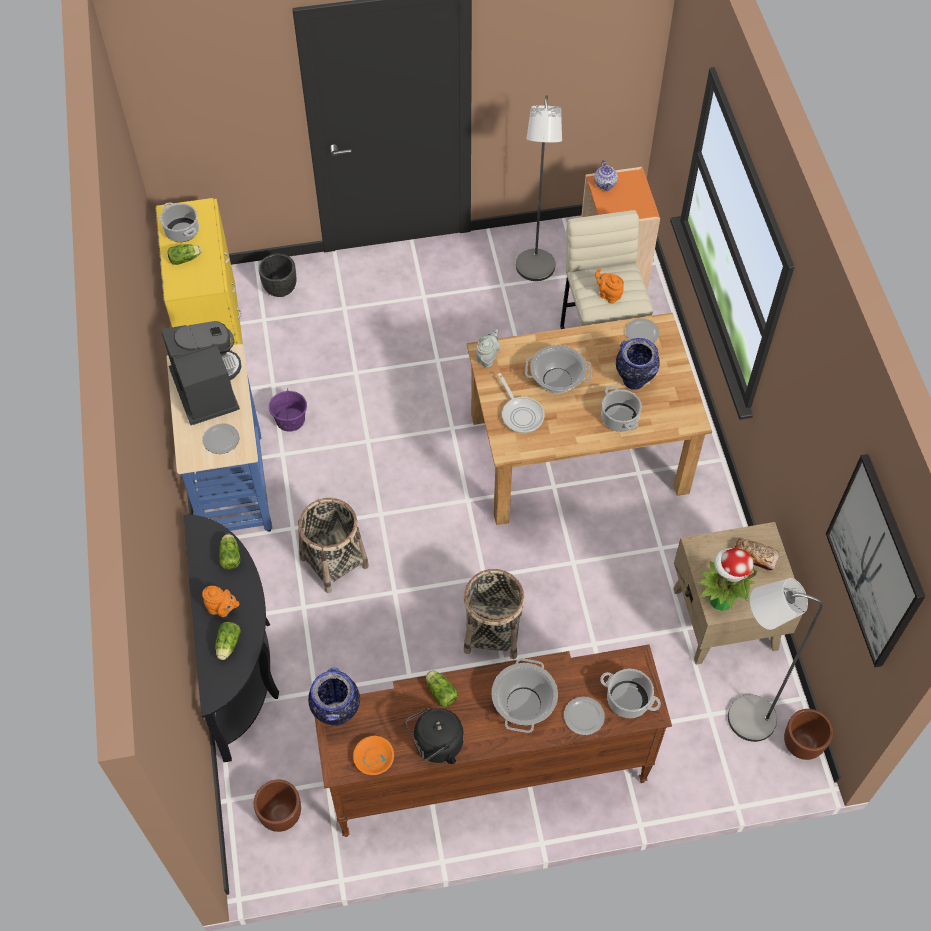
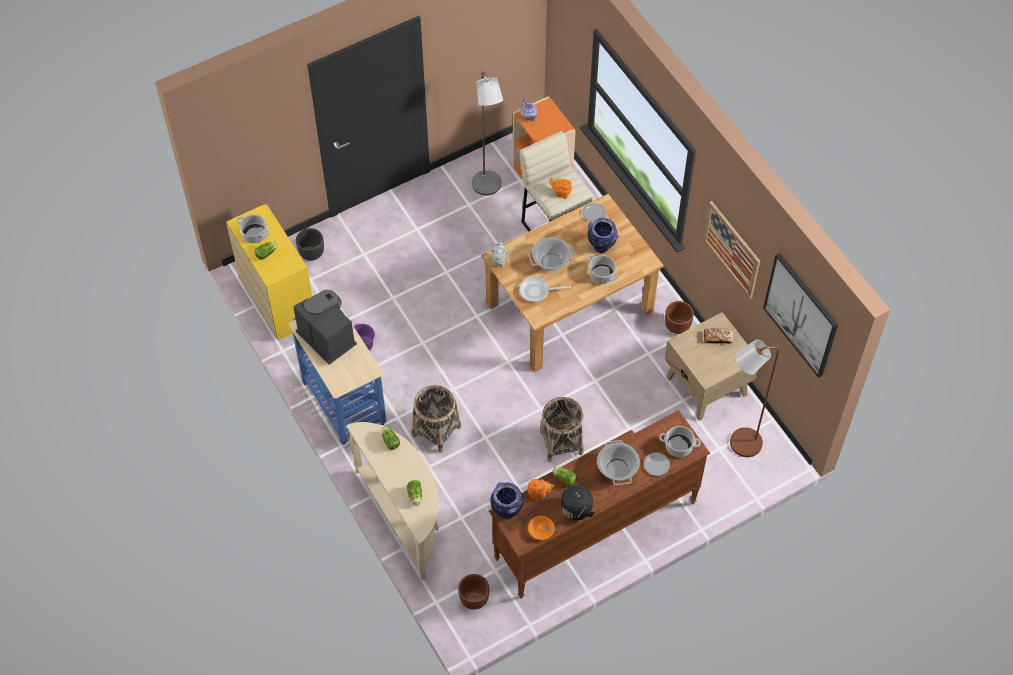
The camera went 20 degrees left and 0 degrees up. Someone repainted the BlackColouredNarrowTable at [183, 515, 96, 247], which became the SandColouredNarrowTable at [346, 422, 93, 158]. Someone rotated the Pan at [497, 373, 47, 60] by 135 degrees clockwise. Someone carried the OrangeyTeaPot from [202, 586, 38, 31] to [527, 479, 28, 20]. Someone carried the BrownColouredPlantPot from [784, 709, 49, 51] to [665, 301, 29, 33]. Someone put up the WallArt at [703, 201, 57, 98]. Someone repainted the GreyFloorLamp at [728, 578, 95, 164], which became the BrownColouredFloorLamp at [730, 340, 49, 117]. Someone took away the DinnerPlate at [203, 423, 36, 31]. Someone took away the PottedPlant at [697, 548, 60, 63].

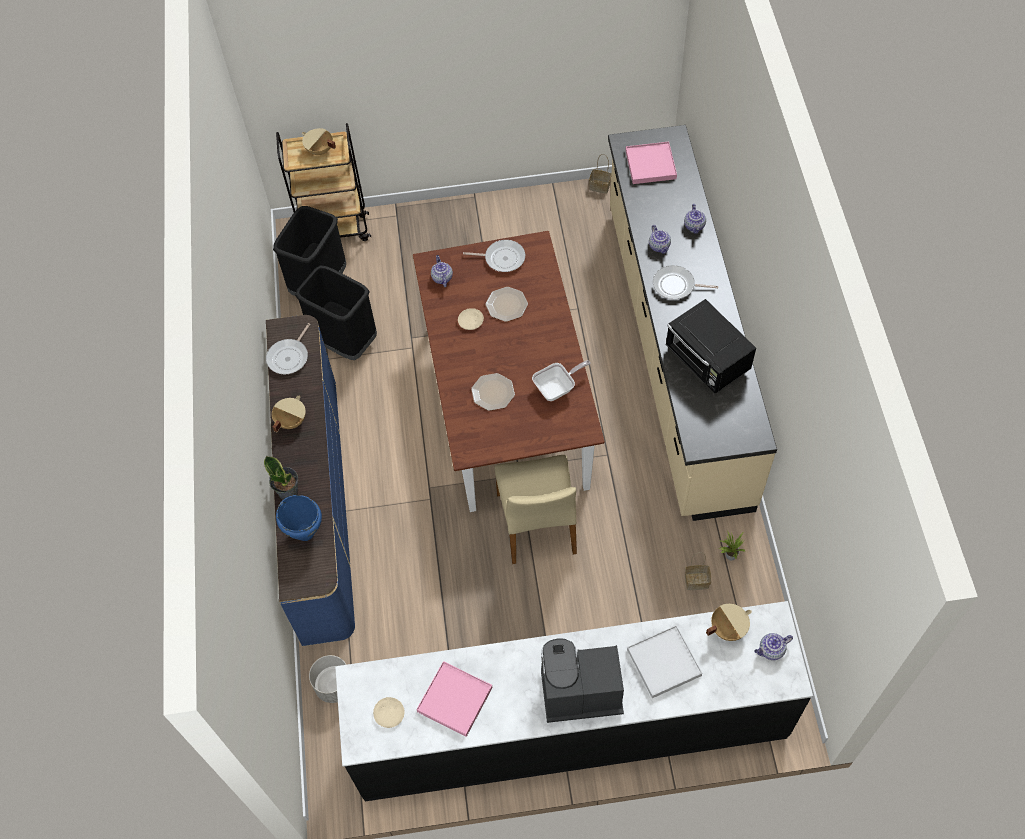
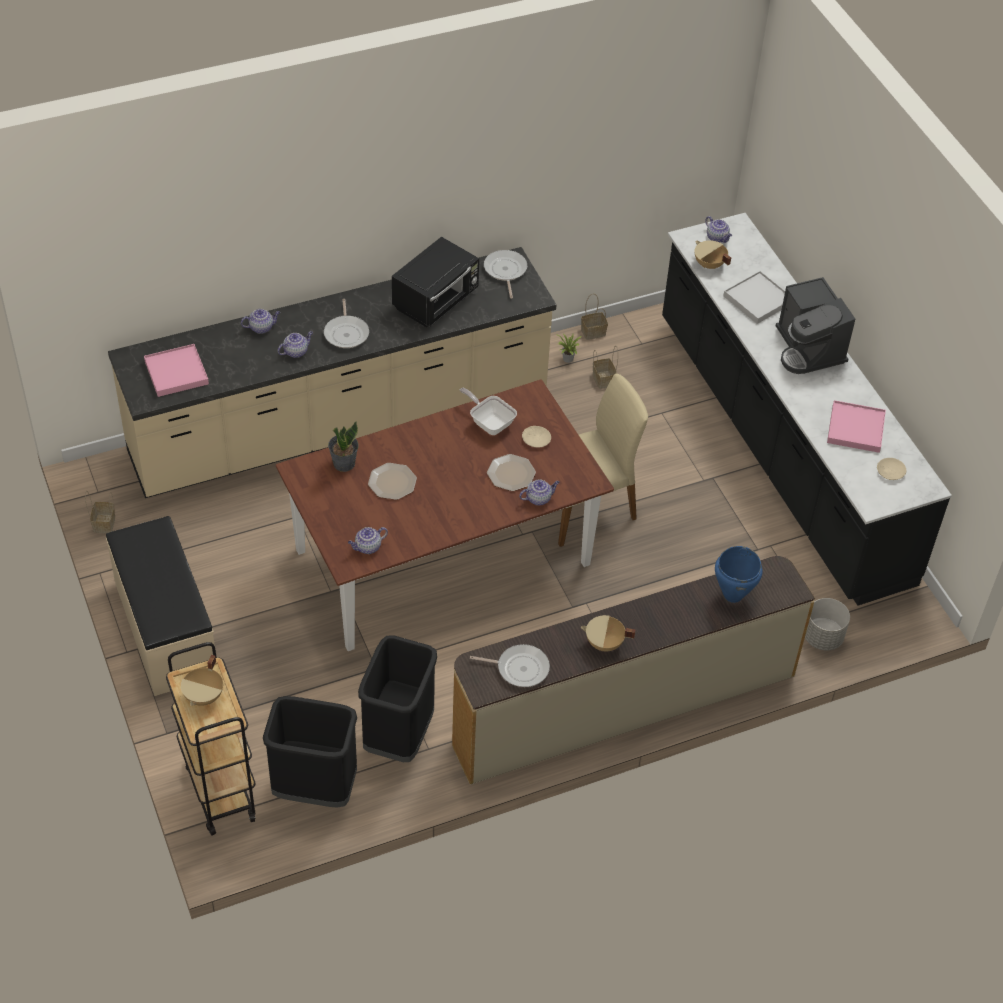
The camera went 110 degrees left and 10 degrees down. Someone put down the SandColouredBench at [106, 516, 109, 180]. Someone carried the PottedPlant from [264, 456, 34, 44] to [328, 421, 31, 51]. Someone repainted the BlueStorageCabinet at [266, 315, 89, 331], which became the BrownColouredStorageCabinet at [452, 556, 363, 229]. Someone carried the Pan from [463, 240, 62, 32] to [484, 250, 43, 49]. Someone put down the TeaPot at [519, 479, 41, 27]. Someone carried the SandColouredDinnerPlate from [458, 308, 26, 22] to [522, 426, 29, 22]. Someone put down the StorageBasket at [581, 294, 27, 46].

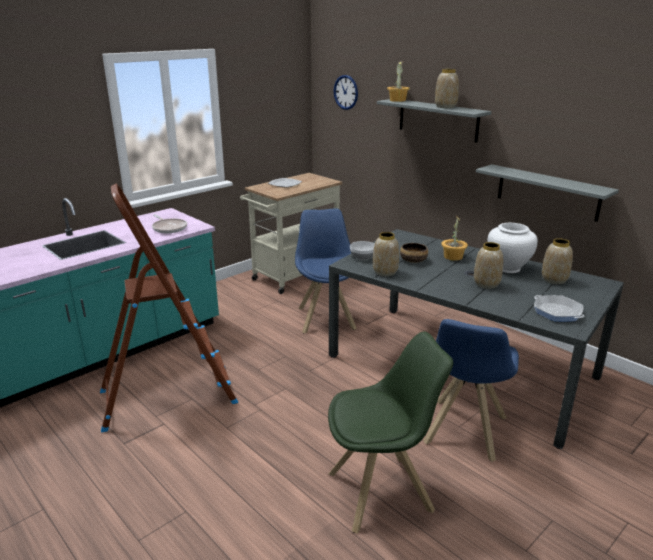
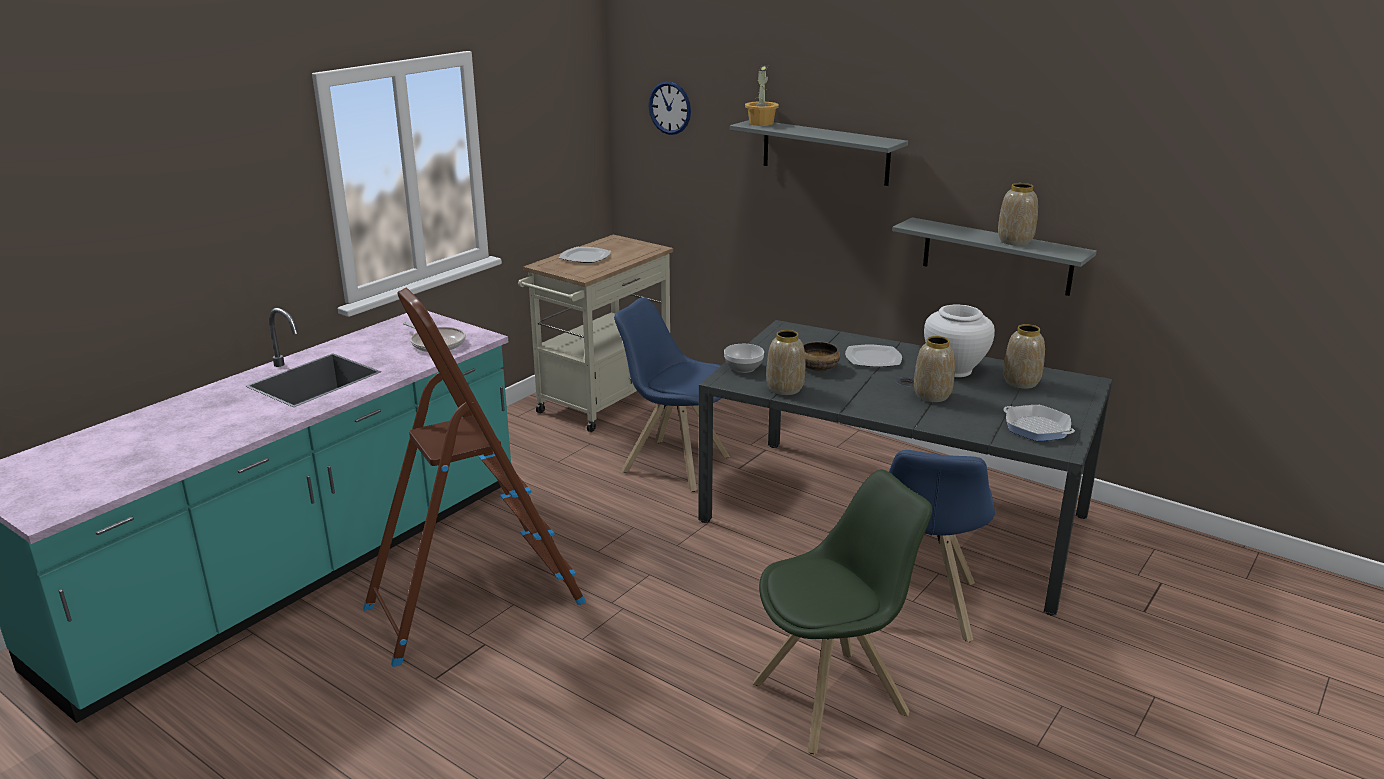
The camera went 10 degrees left and 0 degrees up. Someone rotated the BlueChair at [295, 208, 62, 126] by 45 degrees counterclockwise. Someone swapped the PottedPlant at [441, 216, 27, 45] for the DinnerPlate at [845, 344, 57, 23]. Someone carried the Vase from [435, 69, 24, 39] to [998, 183, 40, 63].

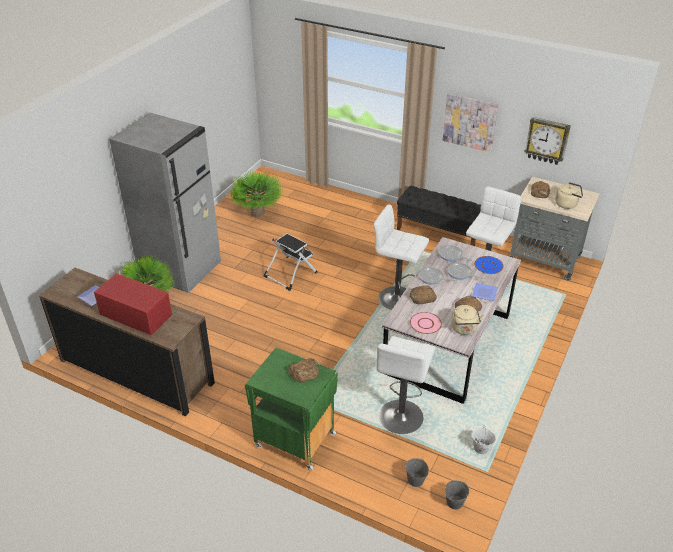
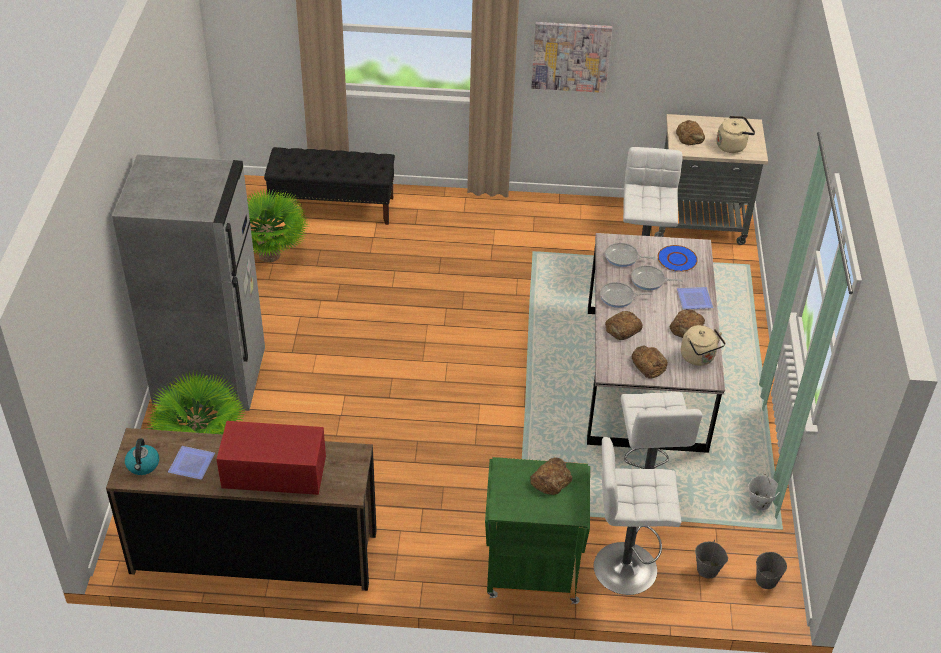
The camera went 25 degrees left and 5 degrees up. Someone put down the Kettle at [125, 439, 34, 36]. Someone carried the BlackColouredBench from [397, 186, 84, 60] to [264, 147, 131, 78]. Someone carried the WhiteColouredSittingStool from [374, 204, 55, 106] to [594, 437, 87, 158]. Someone swapped the PinkishDinnerPlate at [410, 312, 32, 22] for the BakedBread at [632, 345, 36, 34]. Someone took away the StepStool at [263, 234, 55, 57]. Someone took away the ClockOnTheWall at [524, 117, 47, 48].

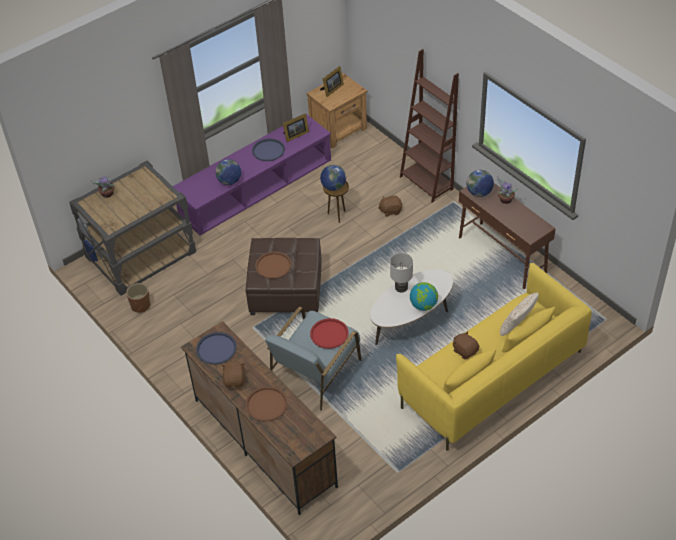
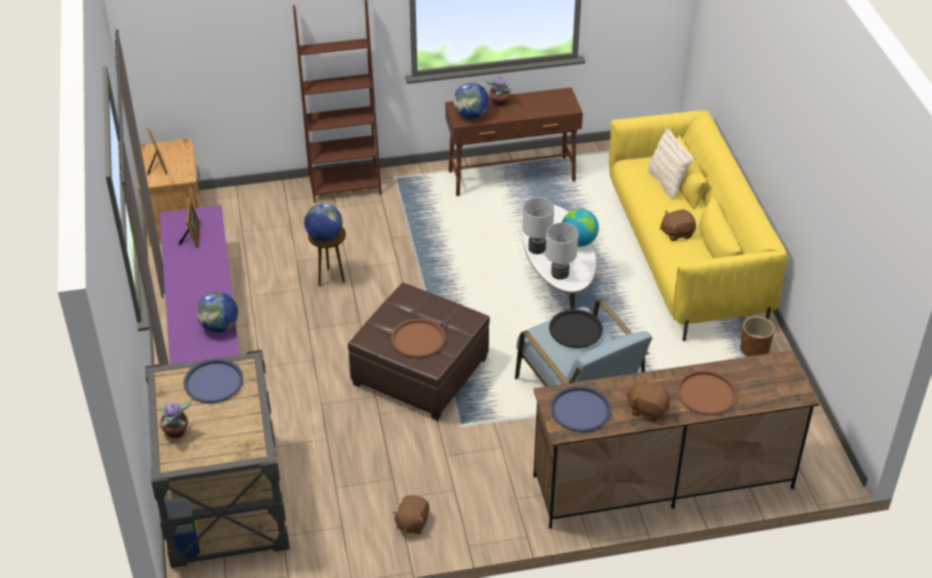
The camera went 65 degrees left and 5 degrees down. Someone carried the BlueCarryingTray from [252, 139, 33, 22] to [183, 359, 61, 44]. Someone carried the BrownColouredSoftToy from [378, 195, 24, 22] to [393, 495, 36, 39]. Someone put down the GreyLampForATable at [546, 222, 32, 58]. Someone repainted the RedCarryingTray at [310, 318, 39, 31], which became the BlackColouredCarryingTray at [549, 309, 54, 39]. Someone carried the BrownColouredPlantPot from [126, 283, 25, 30] to [740, 316, 35, 41].

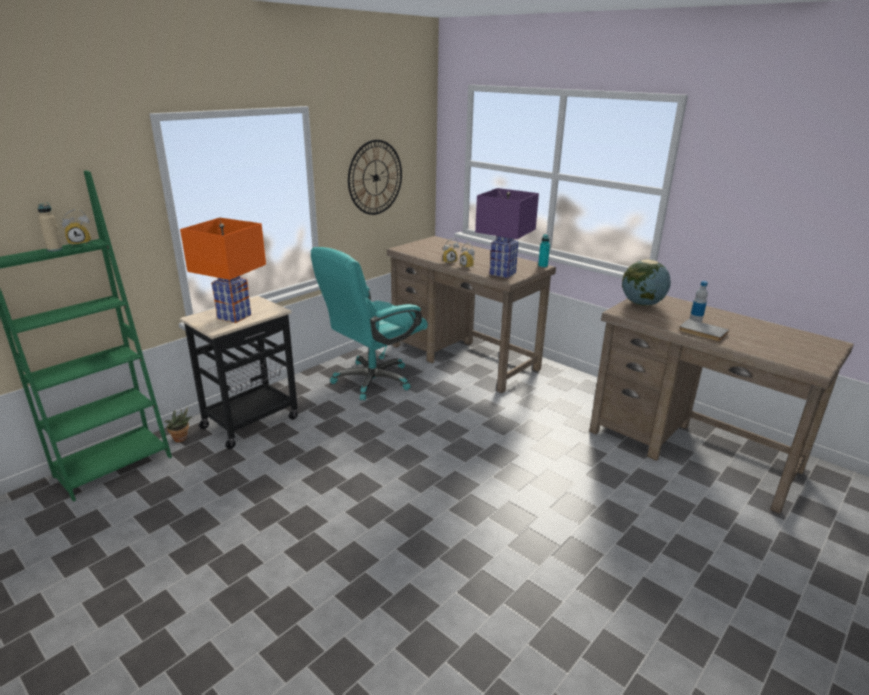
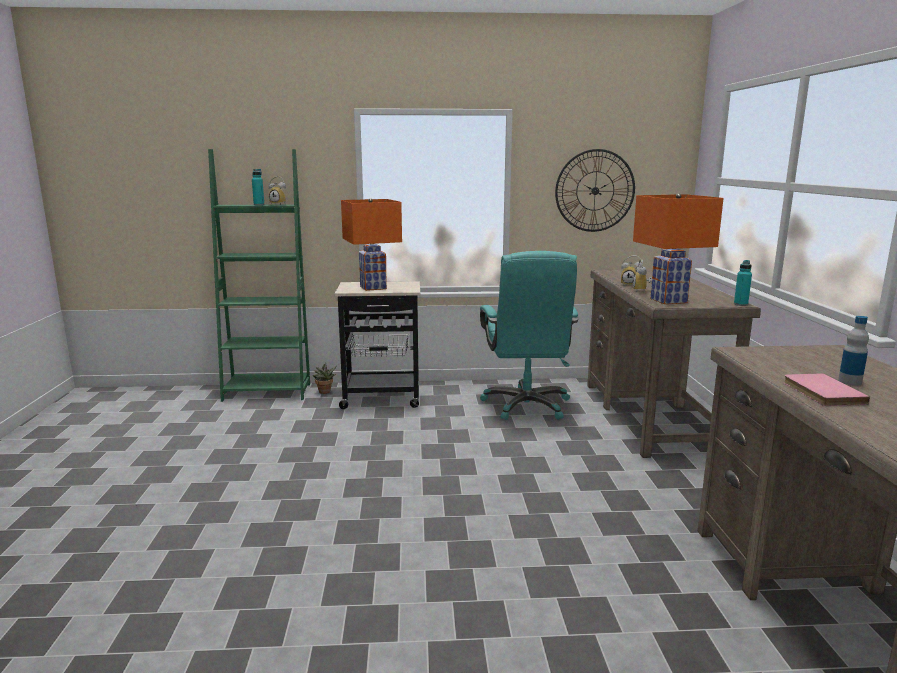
The camera went 45 degrees right and 10 degrees down. Someone repainted the SandColouredDrinkBottle at [38, 203, 25, 48], which became the TurquoiseDrinkBottle at [252, 169, 12, 36]. Someone rotated the TurquoiseDeskChair at [311, 247, 117, 154] by 90 degrees counterclockwise. Someone repainted the PurpleColouredLampForATable at [475, 188, 64, 90], which became the OrangeyLampForATable at [633, 194, 91, 110]. Someone repainted the GreyBoundBook at [679, 319, 50, 23], which became the PinkishBoundBook at [783, 373, 87, 33]. Someone took away the WorldGlobe at [622, 259, 49, 47].

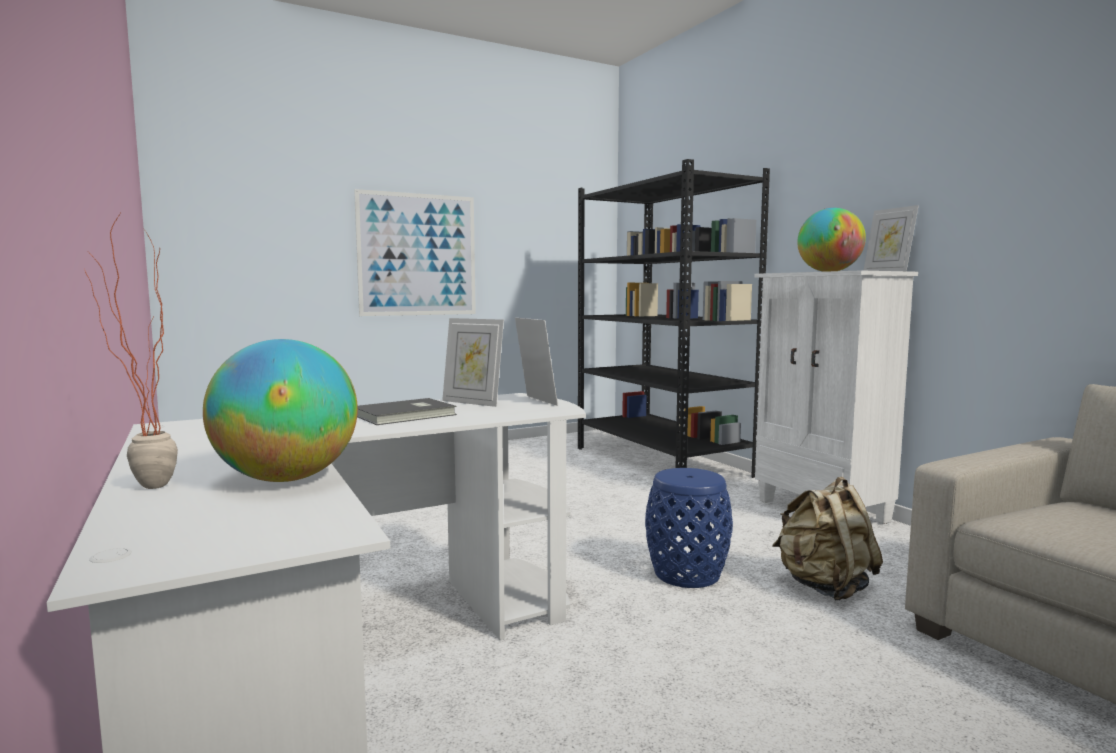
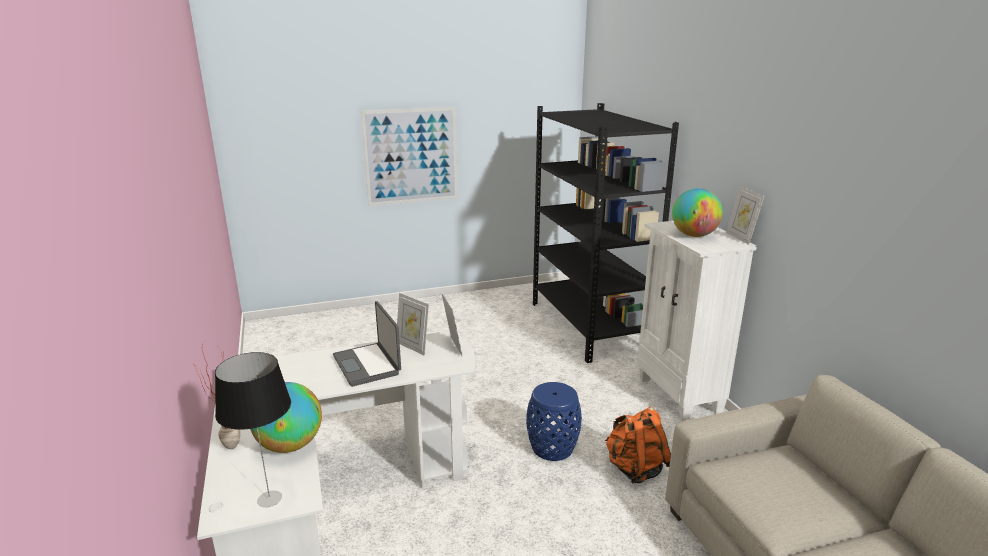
The camera went 10 degrees right and 15 degrees up. Someone put down the LampForATable at [215, 352, 76, 155]. Someone swapped the GreyBoundBook at [357, 398, 100, 27] for the Laptop at [333, 301, 68, 86]. Someone repainted the SandColouredBackpack at [772, 477, 111, 124], which became the OrangeyBackpack at [605, 407, 66, 76].

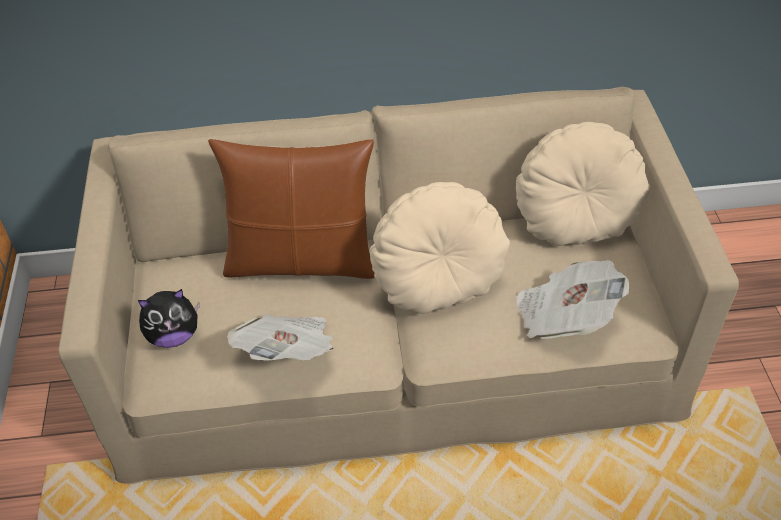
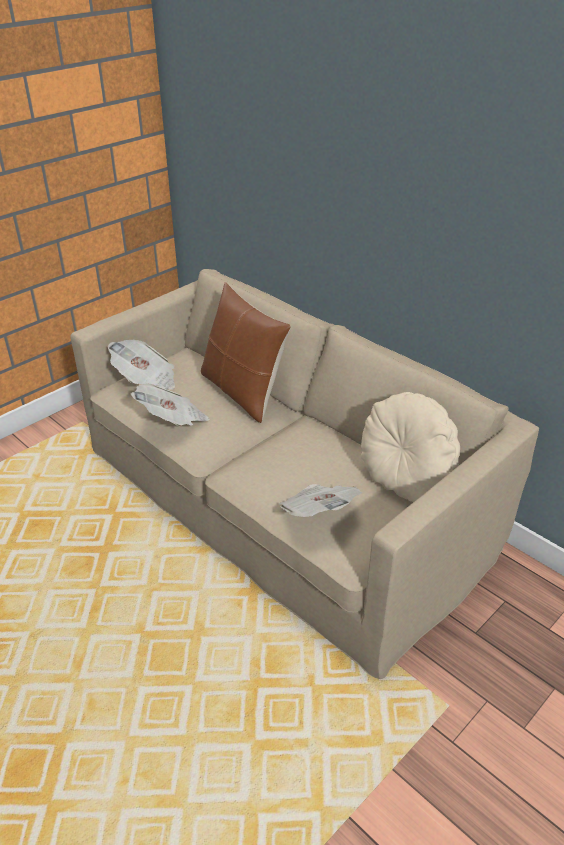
The camera went 50 degrees right and 10 degrees down. Someone swapped the SoftToy at [138, 289, 61, 59] for the PrintedPaper at [108, 340, 67, 50]. Someone took away the SandColouredCushion at [370, 182, 140, 132].

